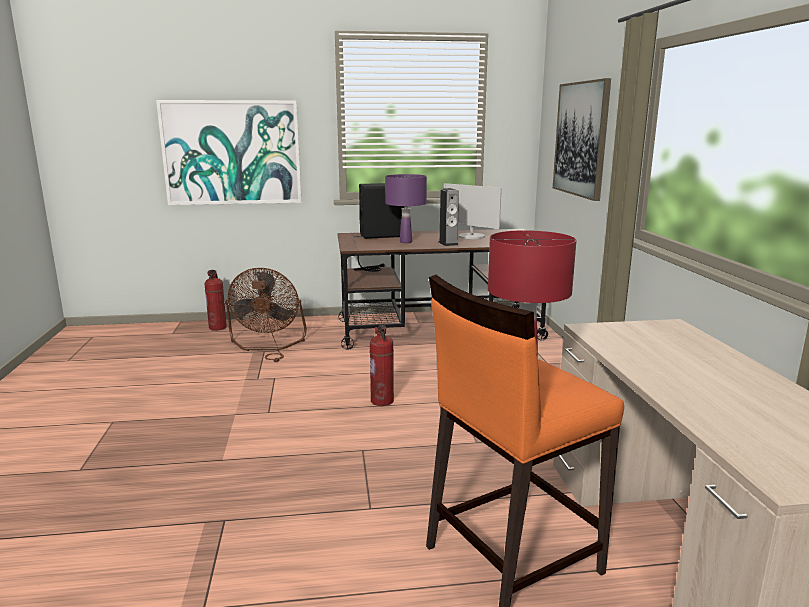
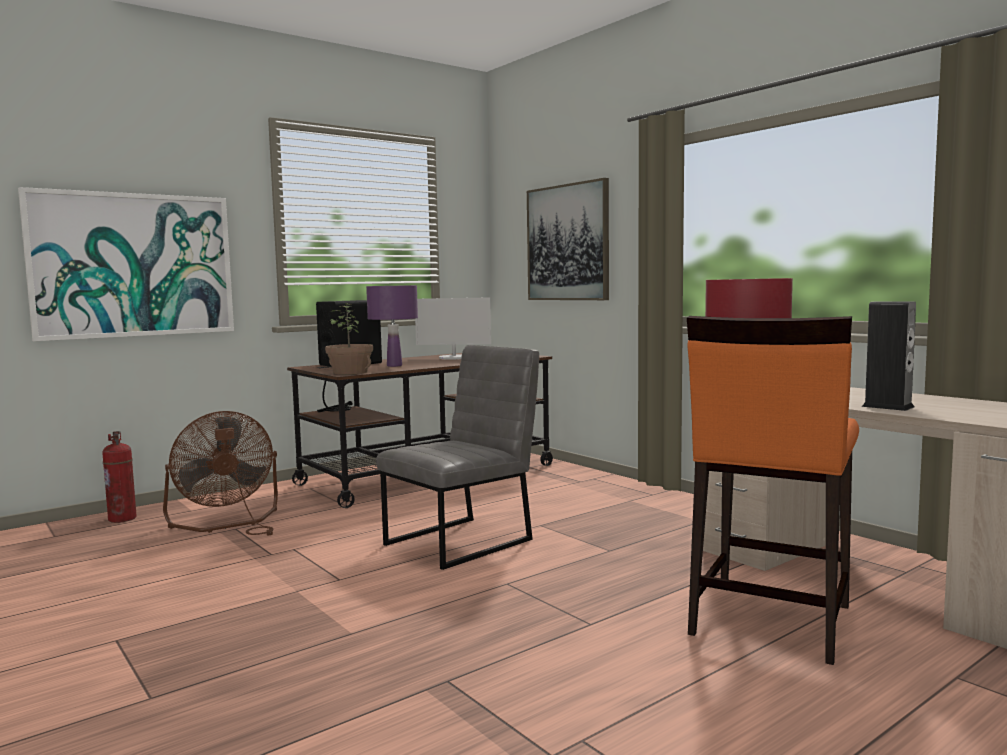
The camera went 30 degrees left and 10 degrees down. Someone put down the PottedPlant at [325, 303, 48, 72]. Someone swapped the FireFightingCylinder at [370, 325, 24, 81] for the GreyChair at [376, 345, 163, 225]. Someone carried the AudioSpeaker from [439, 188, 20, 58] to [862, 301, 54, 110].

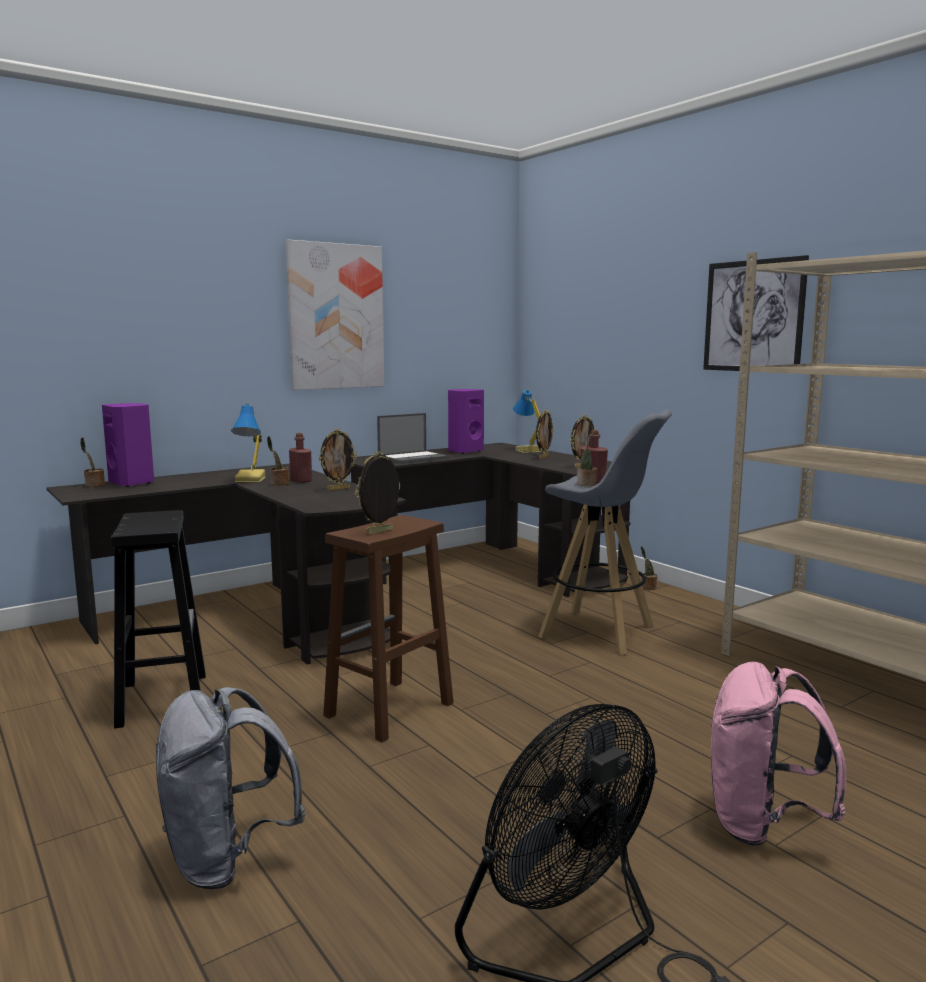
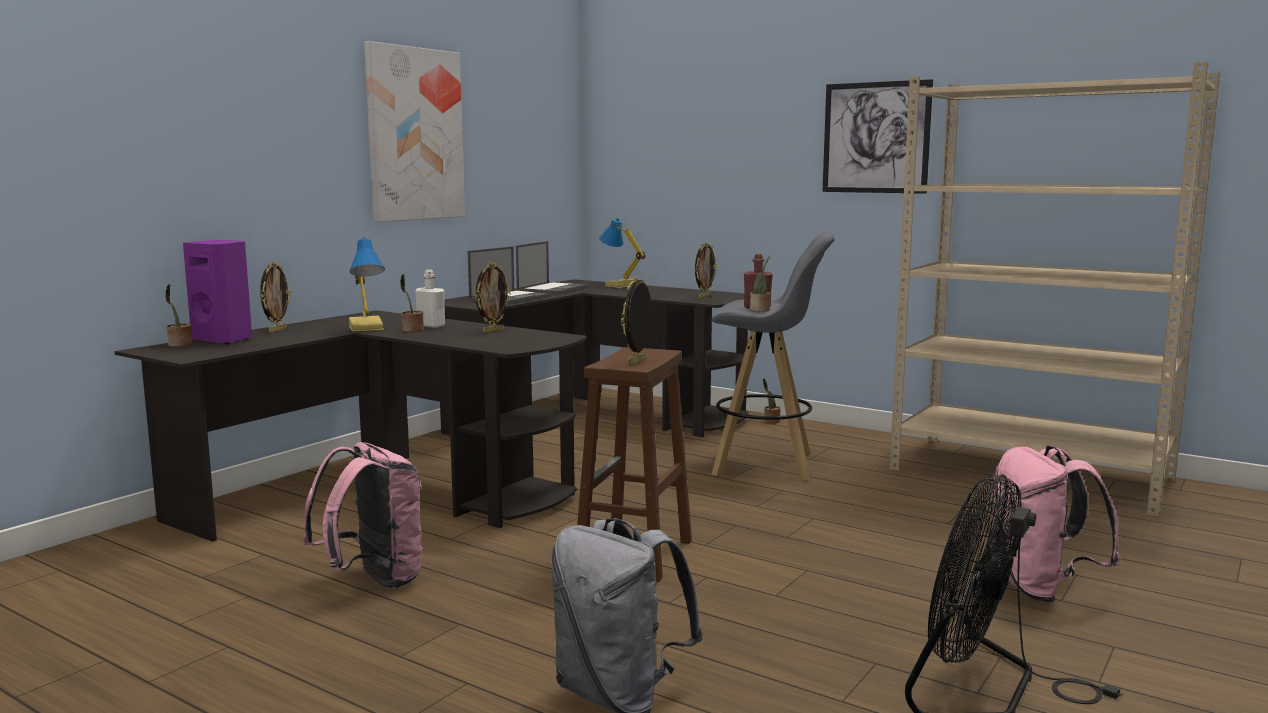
The camera went 20 degrees left and 0 degrees up. Someone carried the PictureFrame from [536, 410, 18, 49] to [260, 261, 31, 72]. Someone swapped the BlackColouredSittingStool at [111, 510, 95, 218] for the PinkishBackpack at [303, 442, 120, 147]. Someone repainted the RedDrinkBottle at [289, 433, 23, 50], which became the WhiteColouredDrinkBottle at [415, 270, 30, 58]. Someone swapped the PurpleColouredAudioSpeaker at [448, 389, 36, 65] for the Laptop at [516, 241, 73, 54].

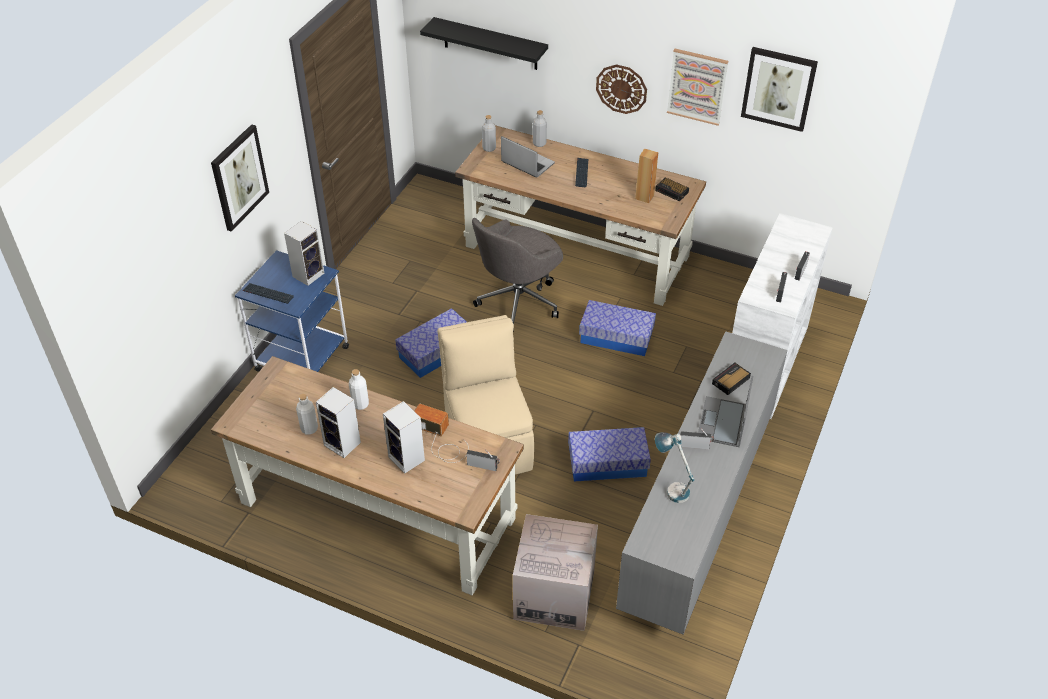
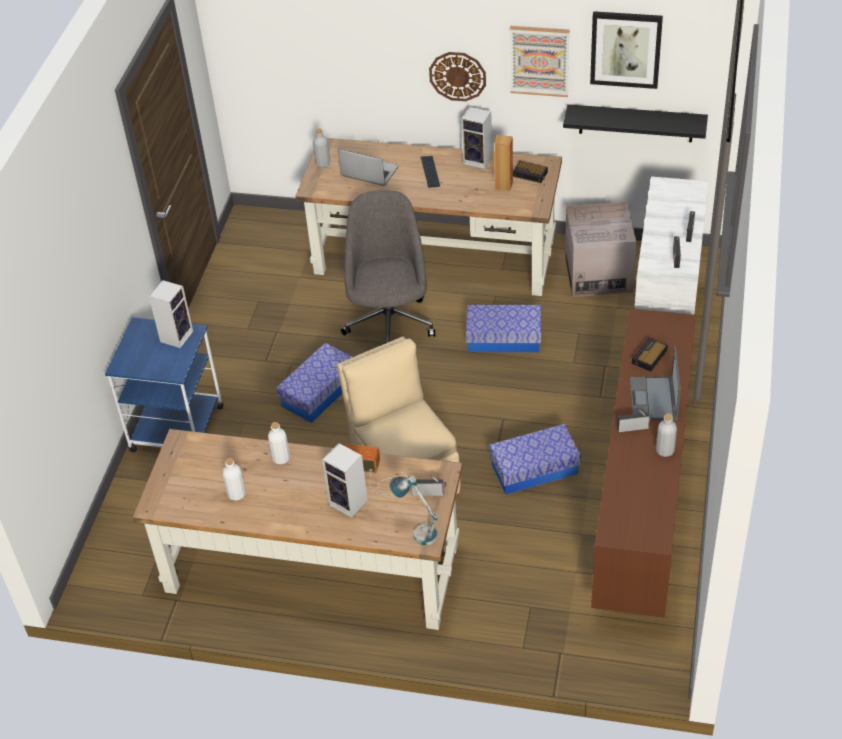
The camera went 10 degrees left and 0 degrees up. Someone rotated the GreyDeskChair at [472, 218, 91, 113] by 150 degrees clockwise. Someone carried the LampForATable from [655, 432, 39, 71] to [390, 475, 47, 70]. Someone carried the AudioSpeaker from [316, 387, 45, 71] to [462, 107, 30, 62]. Someone carried the BlackColouredWallShelf from [420, 17, 128, 53] to [563, 104, 145, 38]. Someone carried the CardboardBox from [513, 514, 85, 117] to [565, 202, 71, 95]. Someone repainted the GreyStorageCabinet at [616, 331, 172, 304], which became the BrownColouredStorageCabinet at [591, 308, 105, 309]. Someone carried the GreyDrinkBottle from [533, 110, 14, 37] to [656, 413, 21, 44]. Someone took away the WallArt at [211, 124, 58, 108]. Someone took away the PcKeyboard at [243, 283, 51, 21].

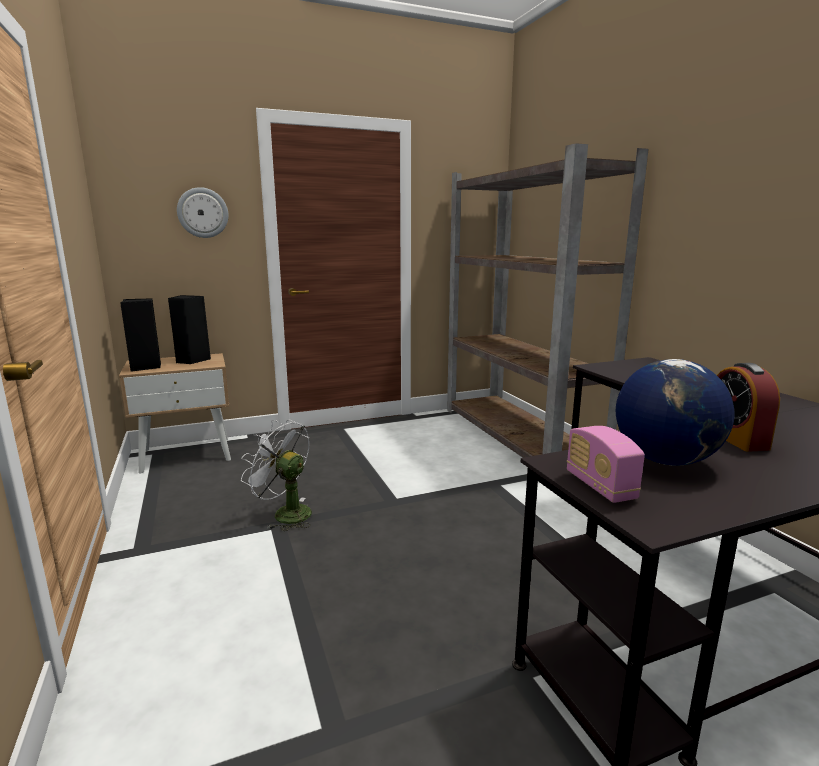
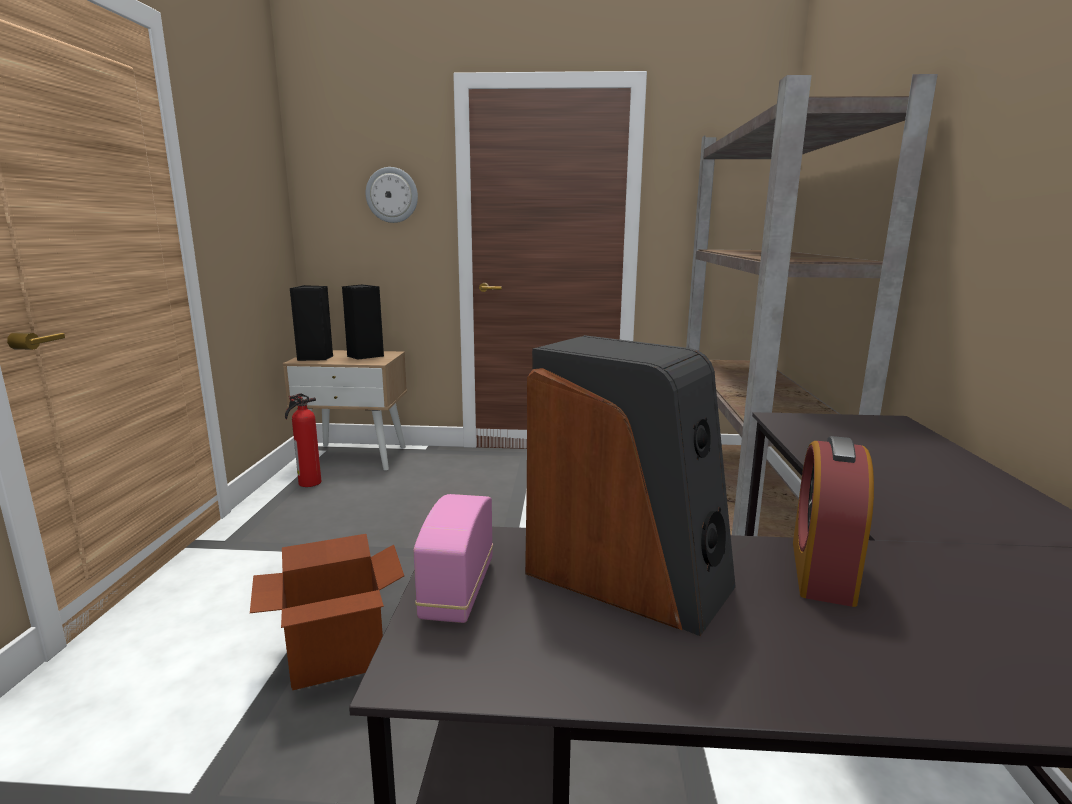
The camera went 25 degrees right and 0 degrees up. Someone put down the CardboardBox at [250, 534, 154, 156]. Someone put down the FireFightingCylinder at [285, 393, 36, 94]. Someone swapped the WorldGlobe at [616, 359, 119, 107] for the AudioSpeaker at [525, 335, 211, 301]. Someone took away the WhiteColouredElectricFan at [241, 419, 71, 112].

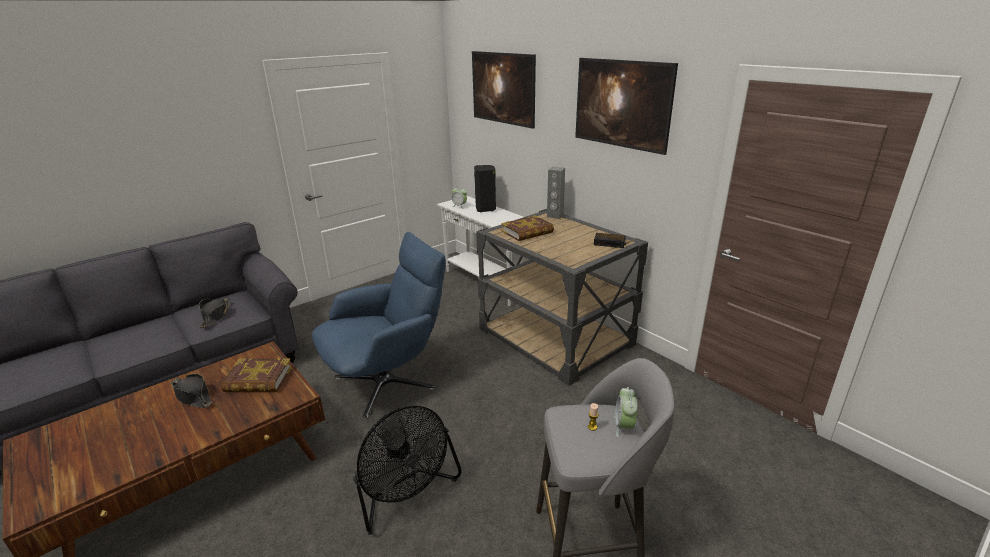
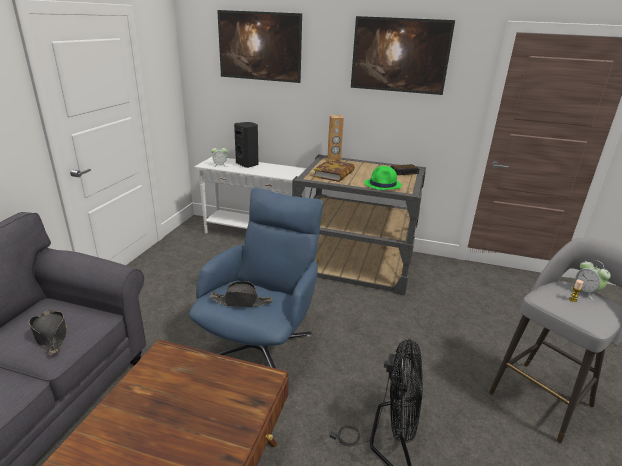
The camera went 35 degrees left and 0 degrees up. Someone carried the BlackColouredWearableHat from [170, 374, 42, 34] to [210, 281, 62, 26]. Someone repainted the GreyAudioSpeaker at [547, 167, 18, 52], which became the BrownColouredAudioSpeaker at [327, 115, 17, 46]. Someone put down the GreenishWearableHat at [364, 166, 38, 24]. Someone took away the BoundBook at [221, 358, 71, 34].

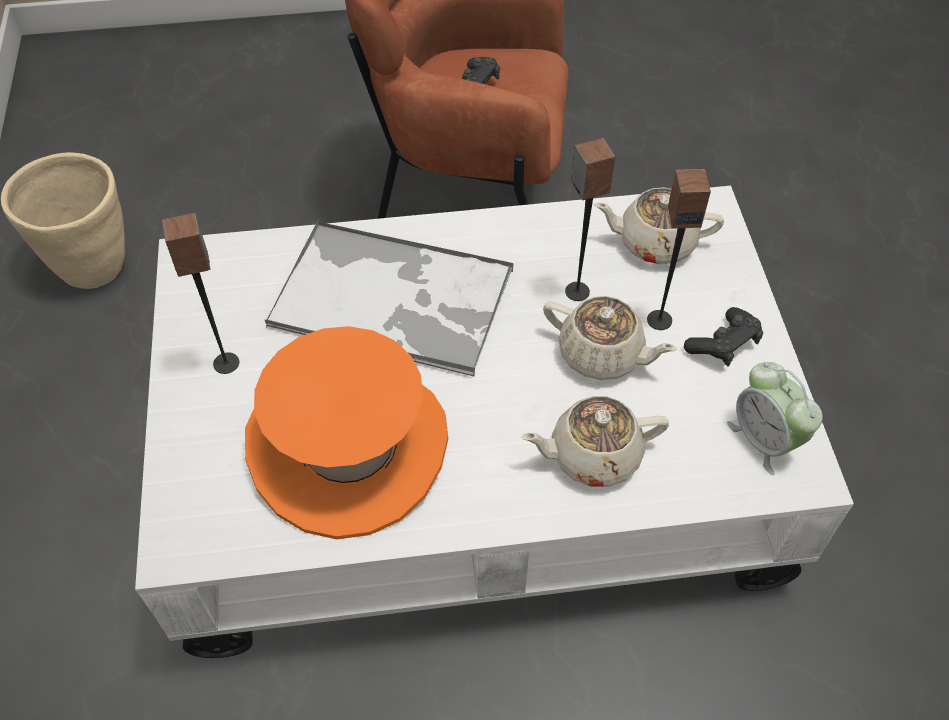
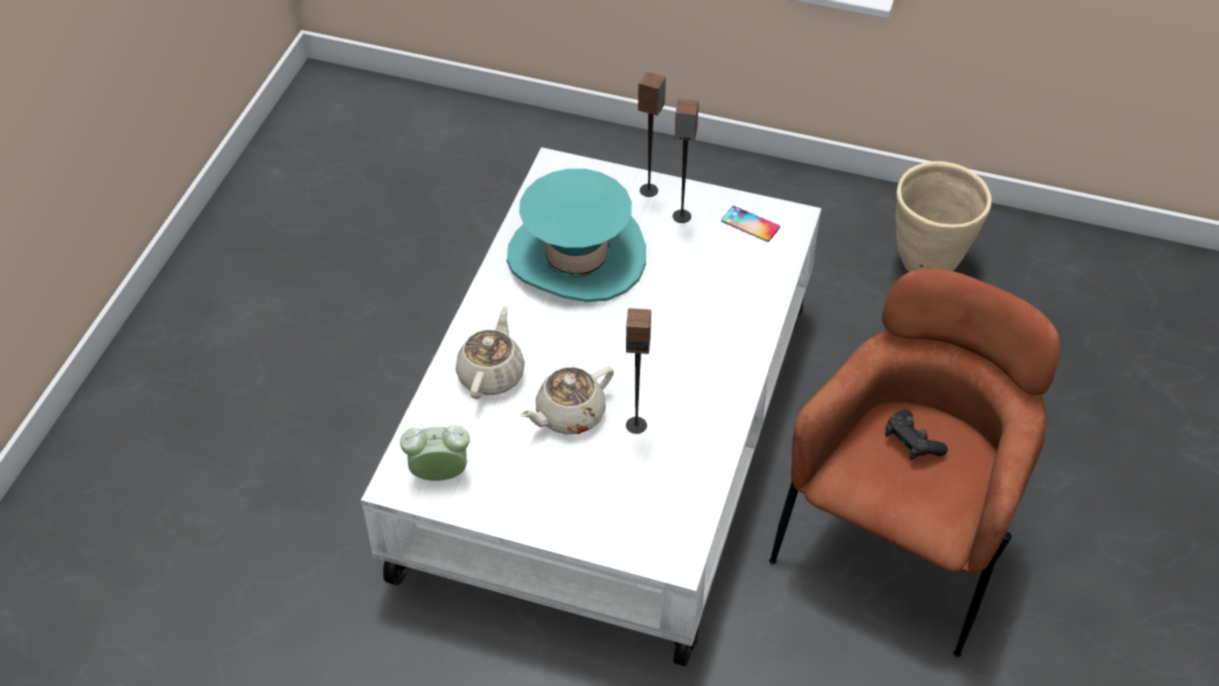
The camera went 115 degrees right and 5 degrees down. Someone repainted the OrangeyWearableHat at [245, 326, 203, 213], which became the TurquoiseWearableHat at [507, 169, 139, 133]. Someone carried the AudioSpeaker from [647, 169, 64, 161] to [638, 72, 28, 125]. Someone put down the Phone at [721, 206, 59, 36]. Someone took away the CarryingTray at [264, 220, 250, 157]. Someone took away the SandColouredTeaPot at [594, 187, 130, 77]. Someone took away the BlackColouredJoypad at [684, 307, 79, 60].

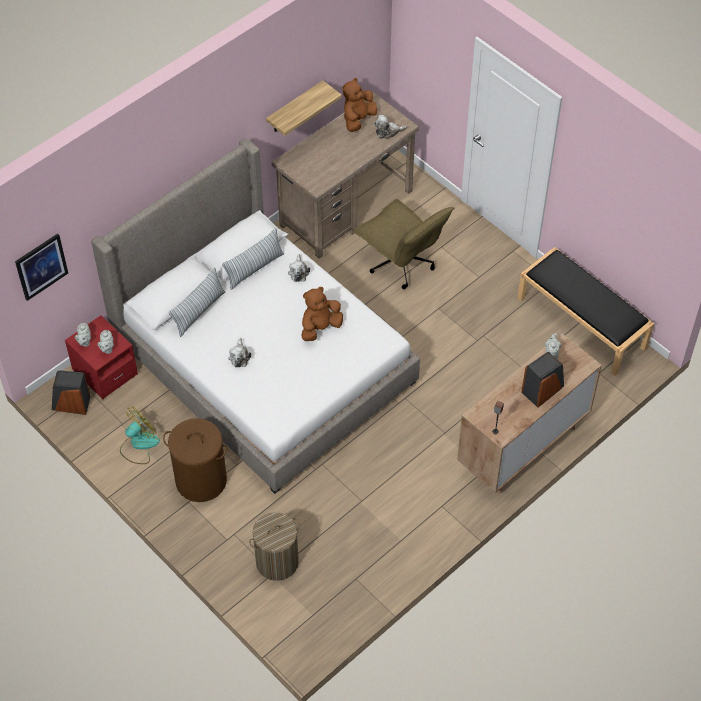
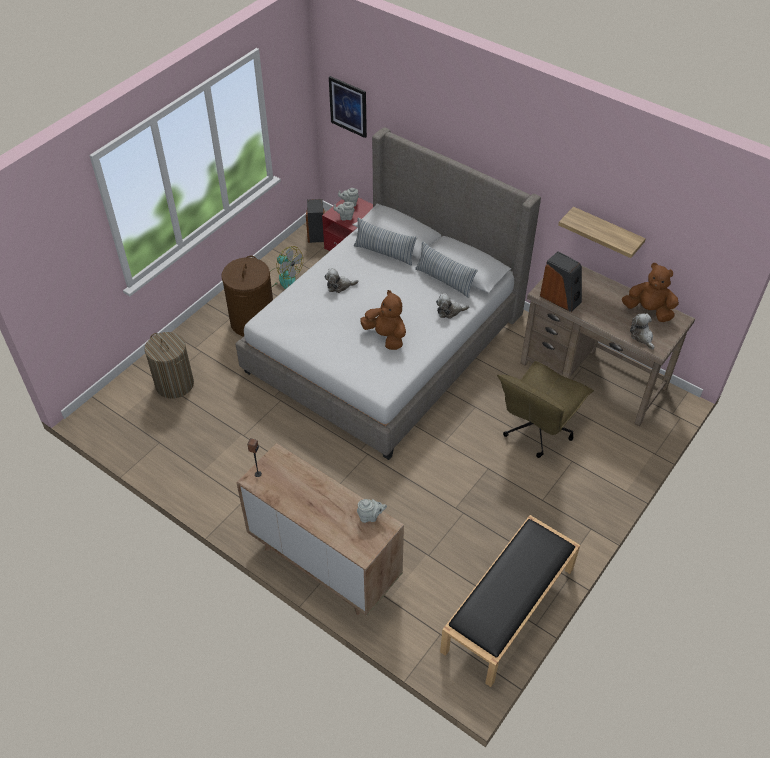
The camera went 80 degrees right and 5 degrees down. Someone carried the AudioSpeaker from [521, 352, 43, 56] to [540, 251, 42, 61].

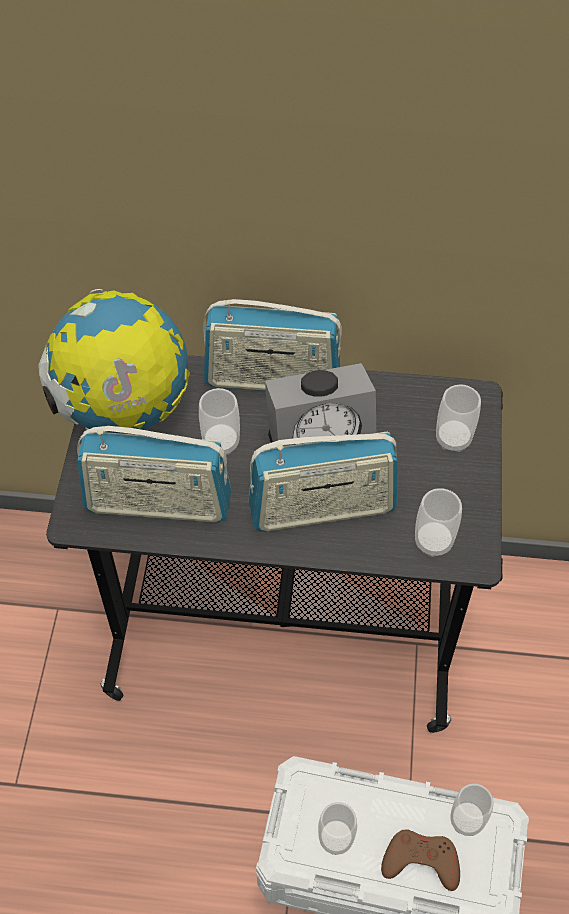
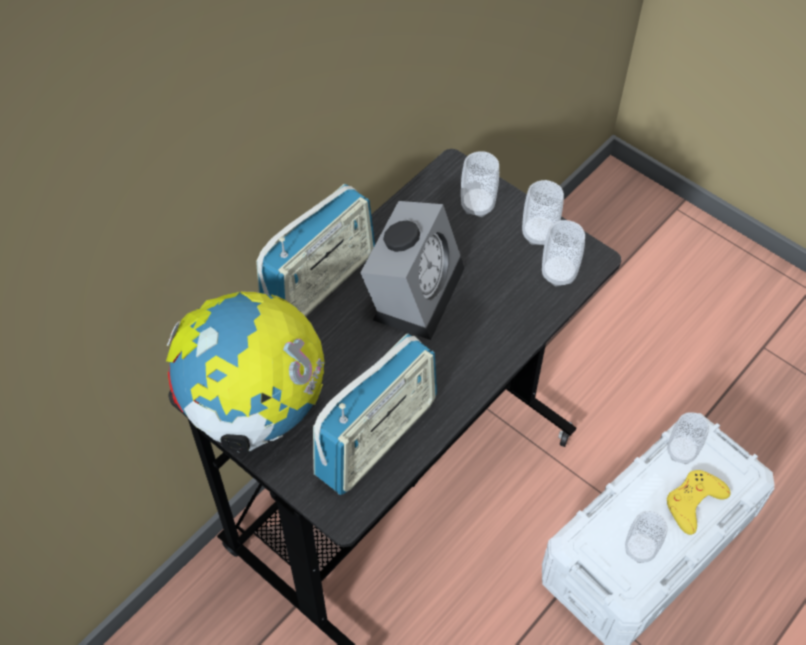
The camera went 55 degrees left and 0 degrees up. Someone carried the Cup from [199, 388, 41, 67] to [522, 180, 42, 65]. Someone repainted the BrownColouredJoypad at [381, 829, 79, 62], which became the YellowJoypad at [667, 470, 64, 65]. Someone took away the RadioReceiver at [249, 431, 148, 101].

